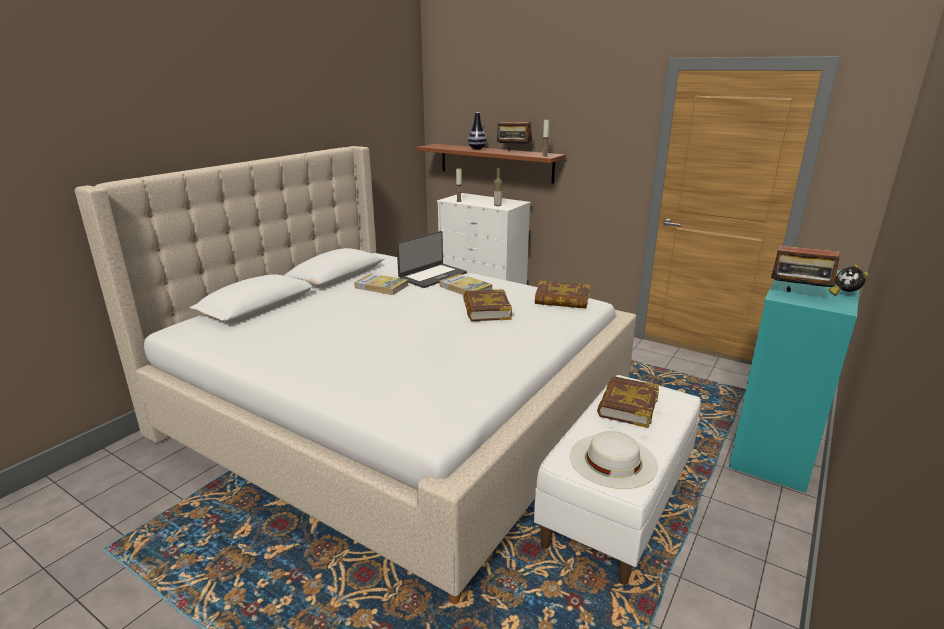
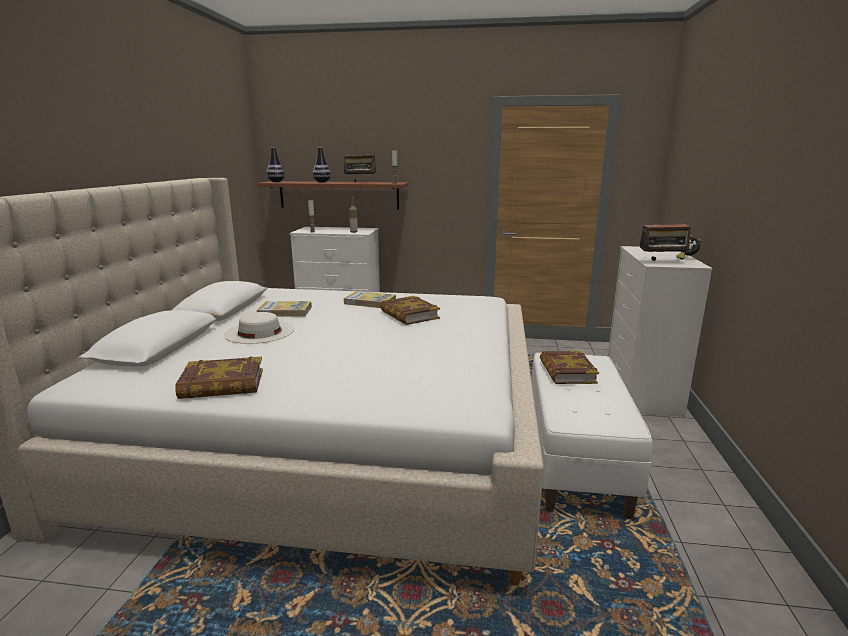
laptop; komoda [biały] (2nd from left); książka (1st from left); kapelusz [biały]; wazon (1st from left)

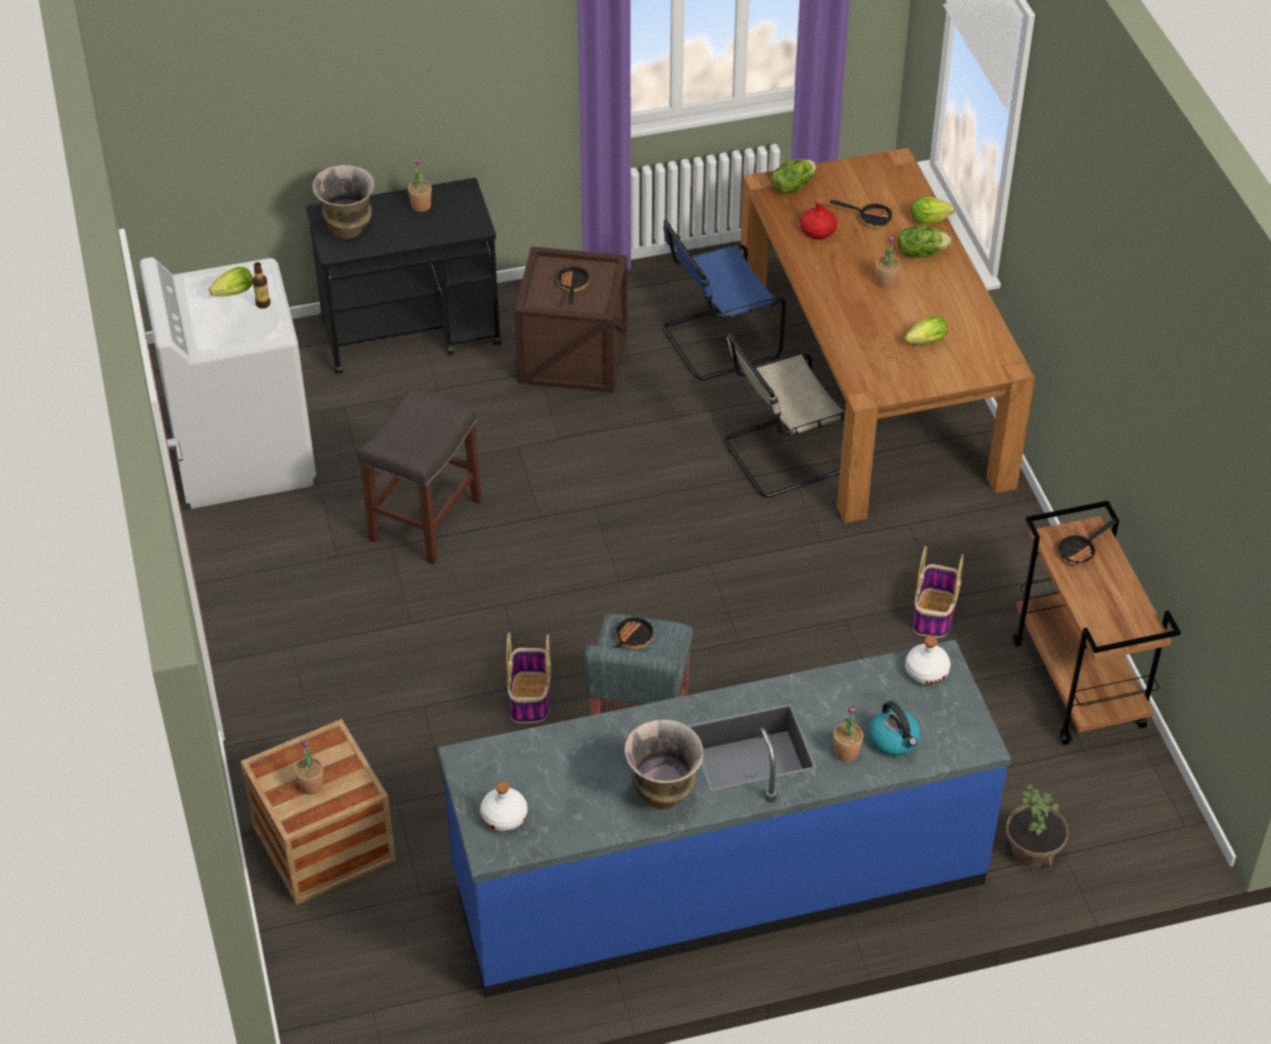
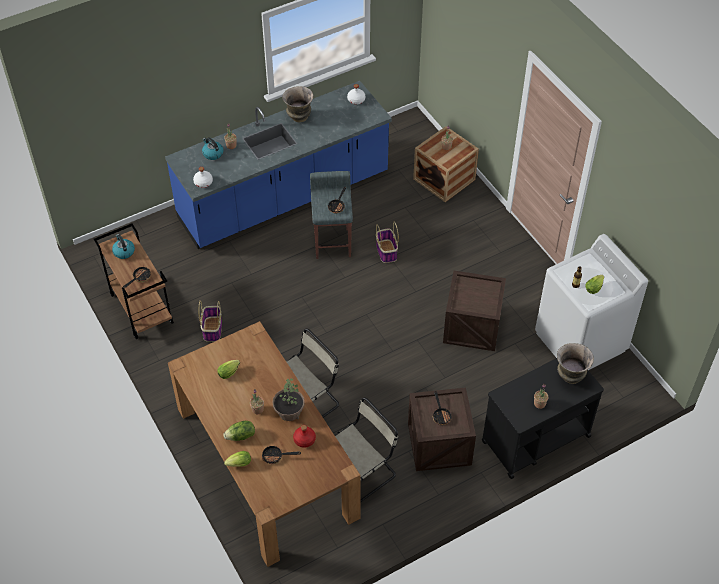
sałata (2nd from left in the first image); krzesło [beżowy] (2nd from left); skrzynka (3rd from left); roślina doniczkowa (3rd from left); czajnik (1st from left)

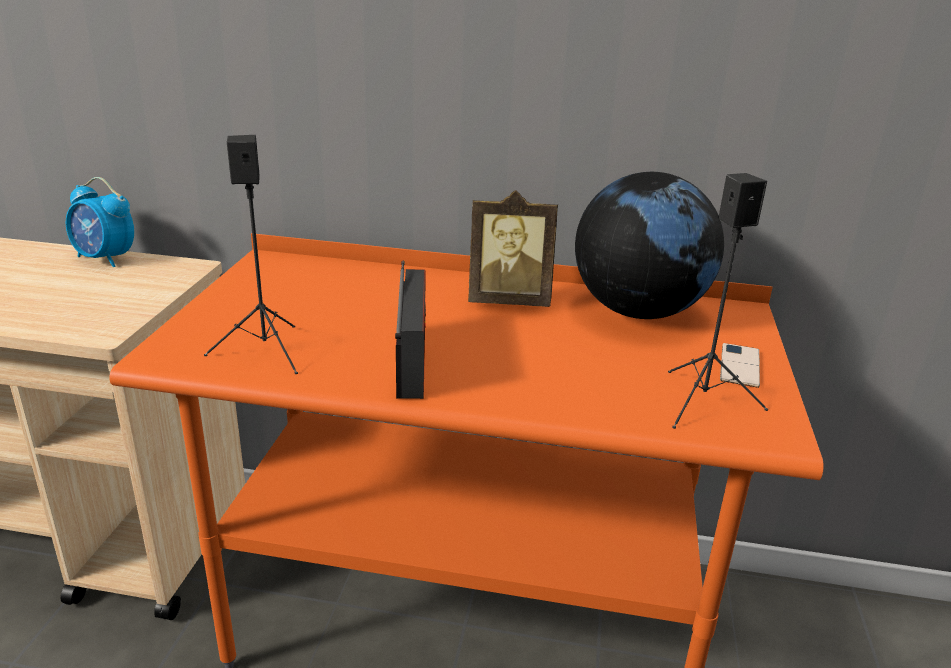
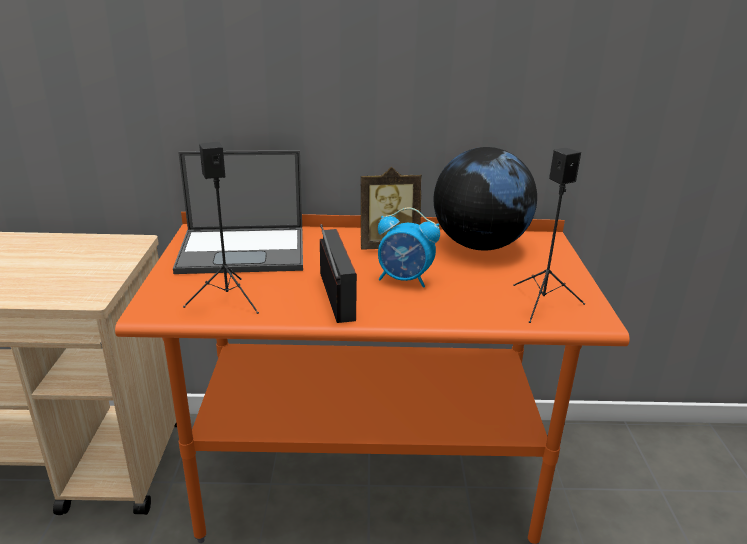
budzik; telefon; laptop

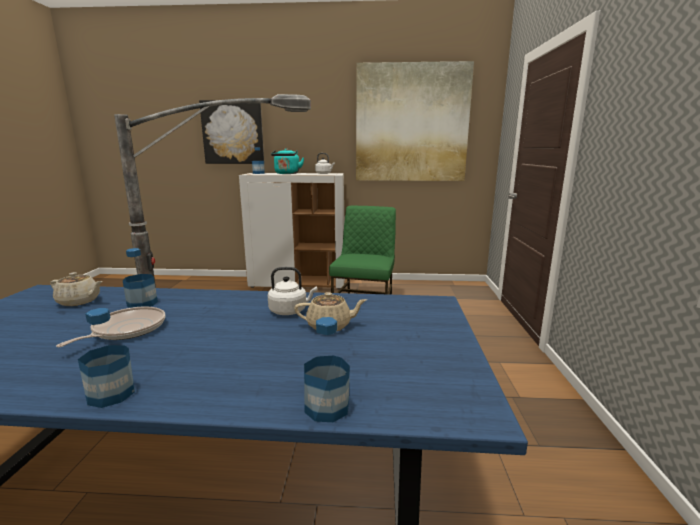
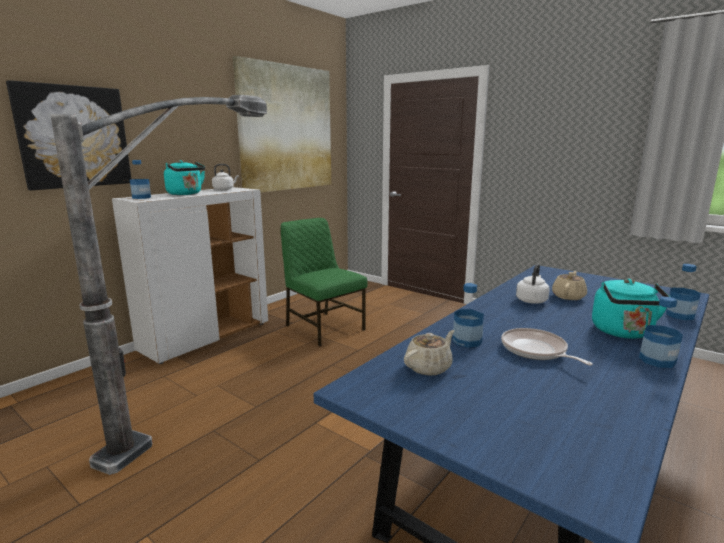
czajnik [turkusowy] (2nd from left)

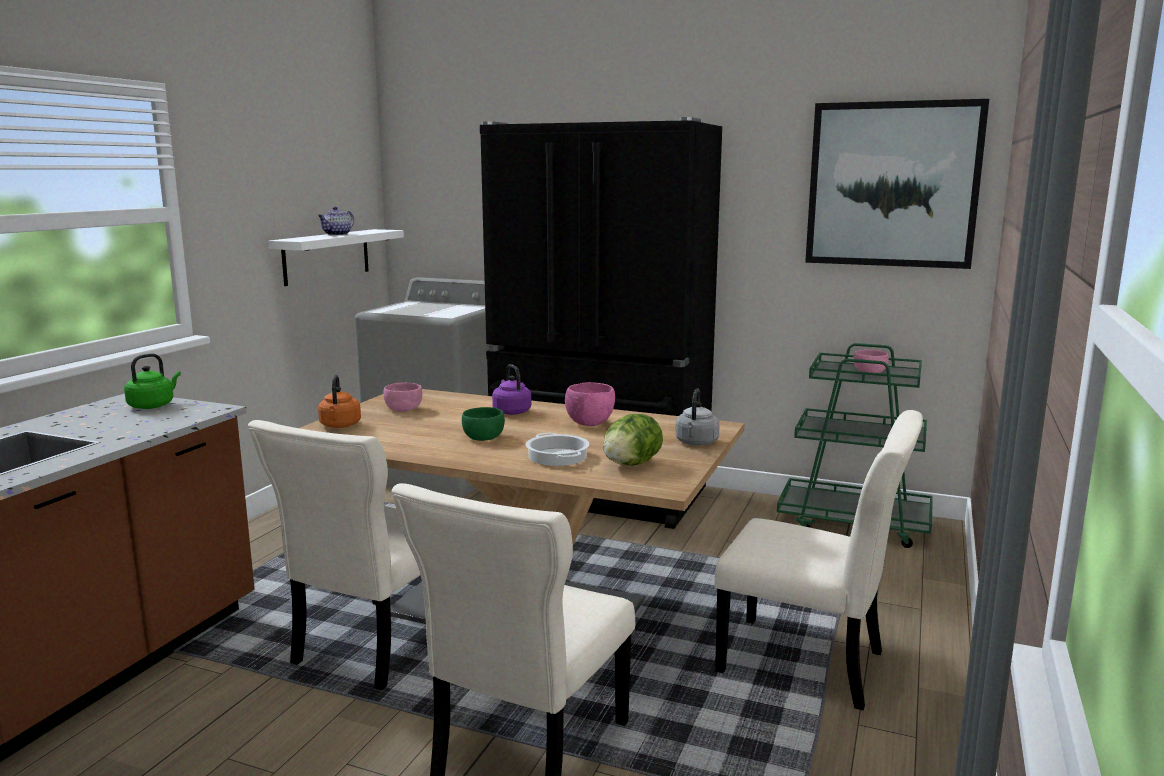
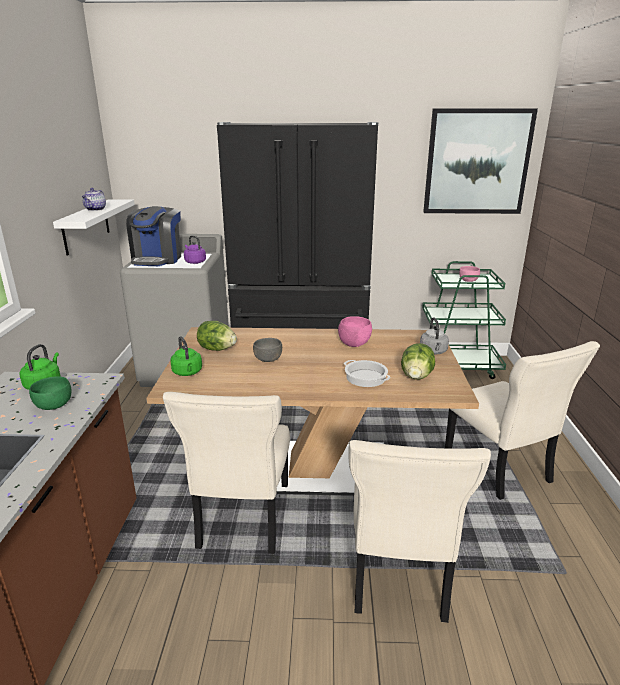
czajnik [fioletowy]; czajnik [zielony] (2nd from left); sałata (1st from left); miska [zielony]; krzesło [beżowy] (3rd from left); ekspres do kawy; miska [szary]

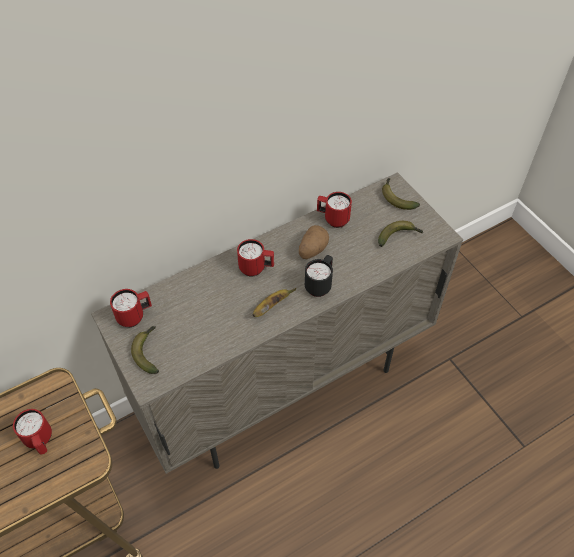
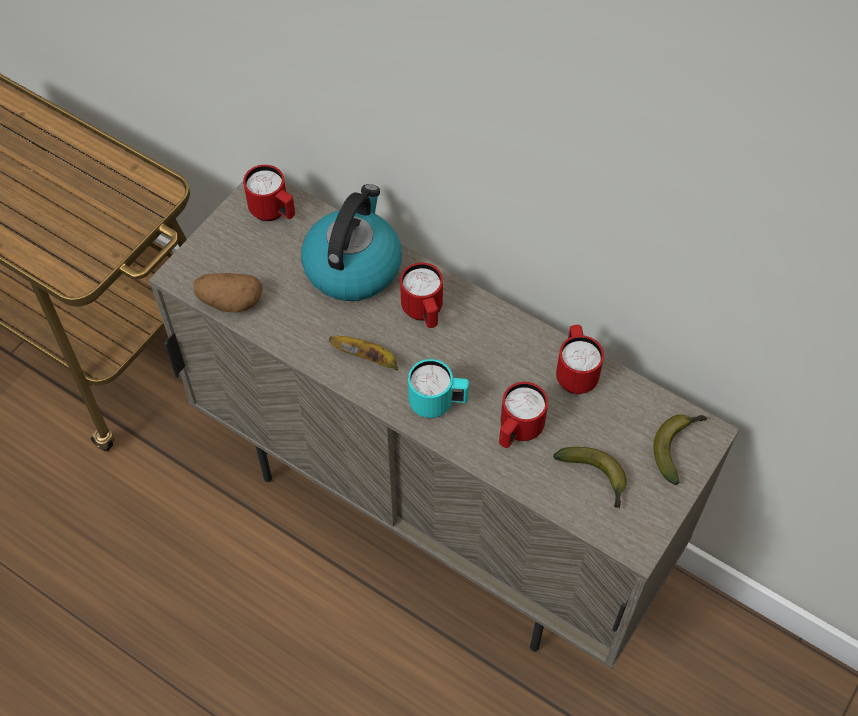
ziemniak; kubek [turkusowy]; banan (1st from left in the first image); kubek [czerwony] (3rd from left); czajnik

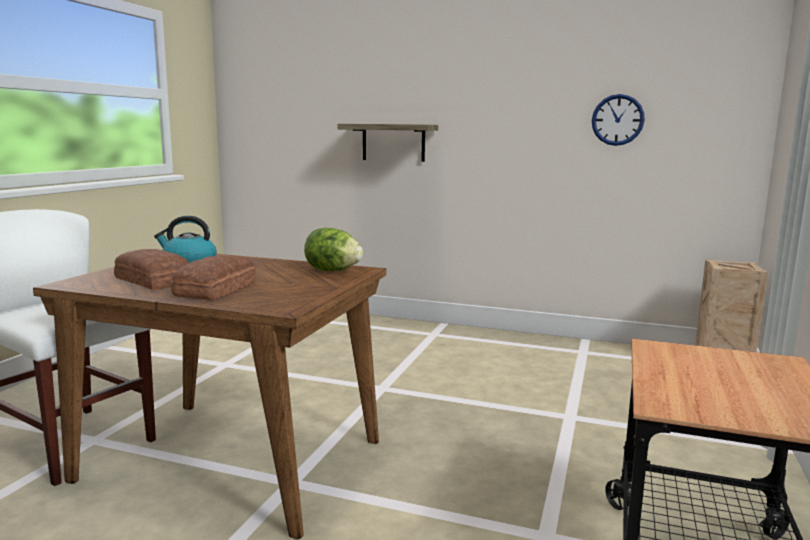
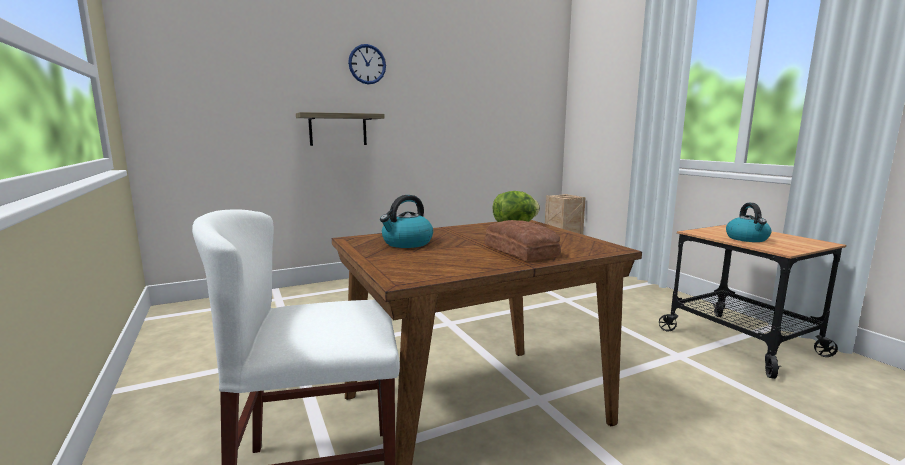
zegar ścienny; chleb (1st from left in the first image); czajnik (2nd from left)

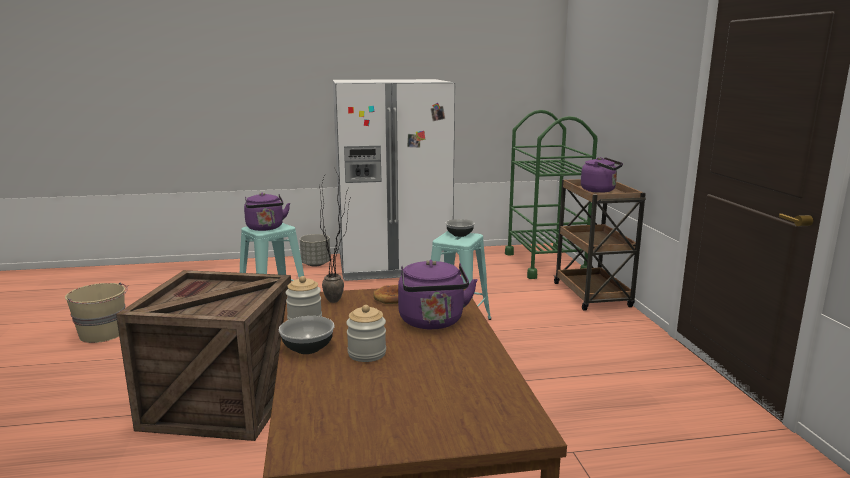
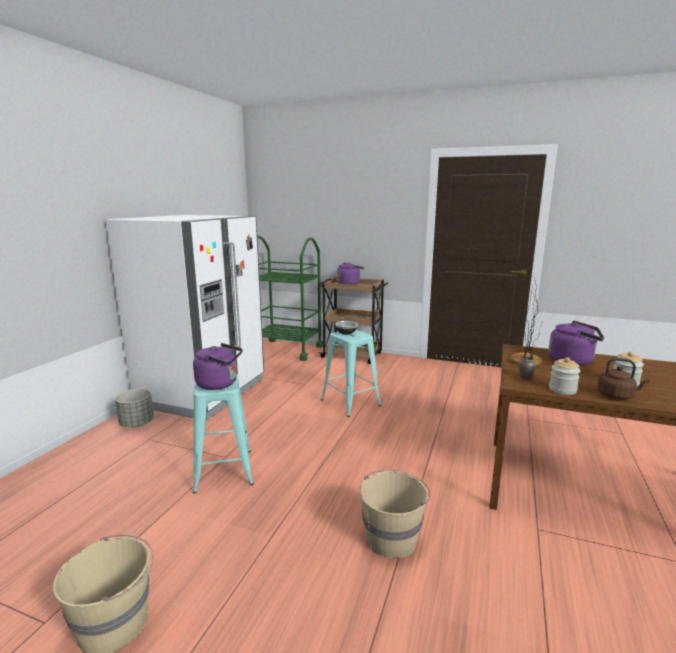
wiadro [beżowy] (2nd from left); czajnik [brązowy]

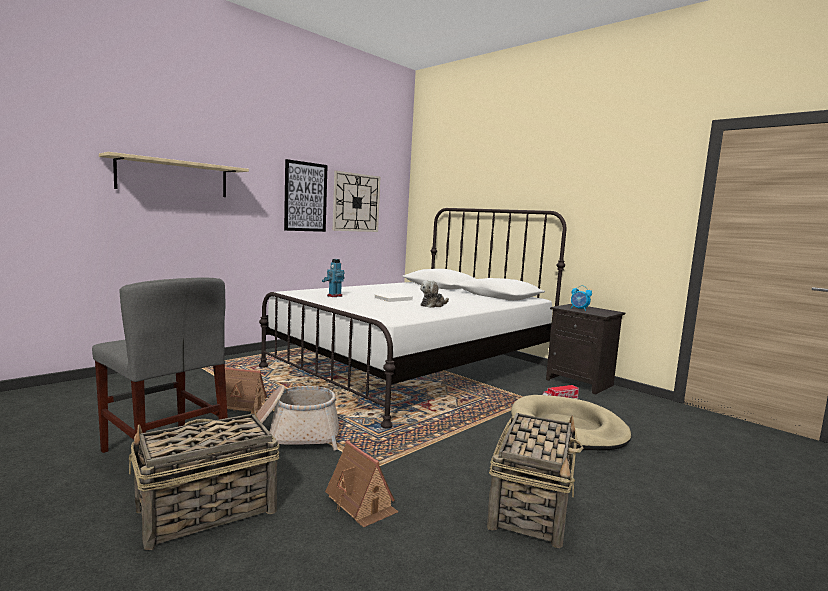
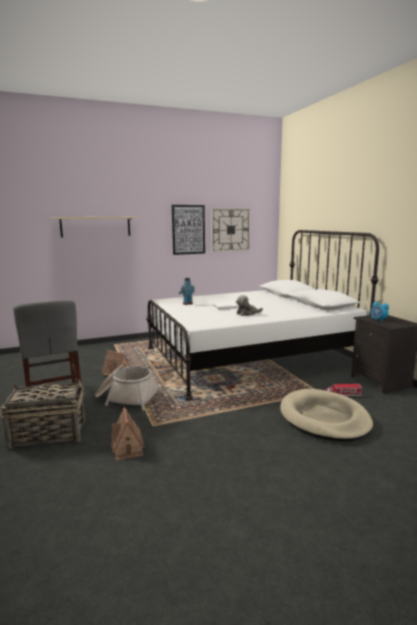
koszyk (3rd from left in the first image)

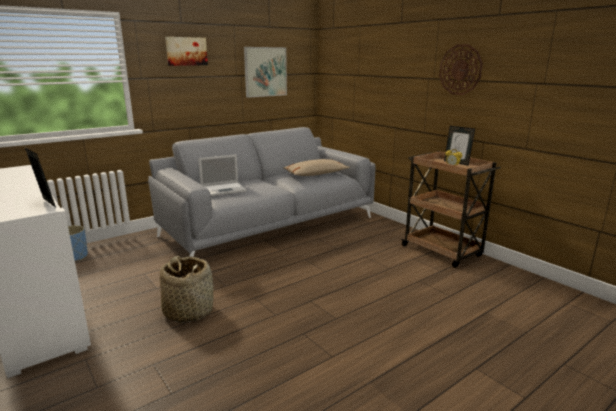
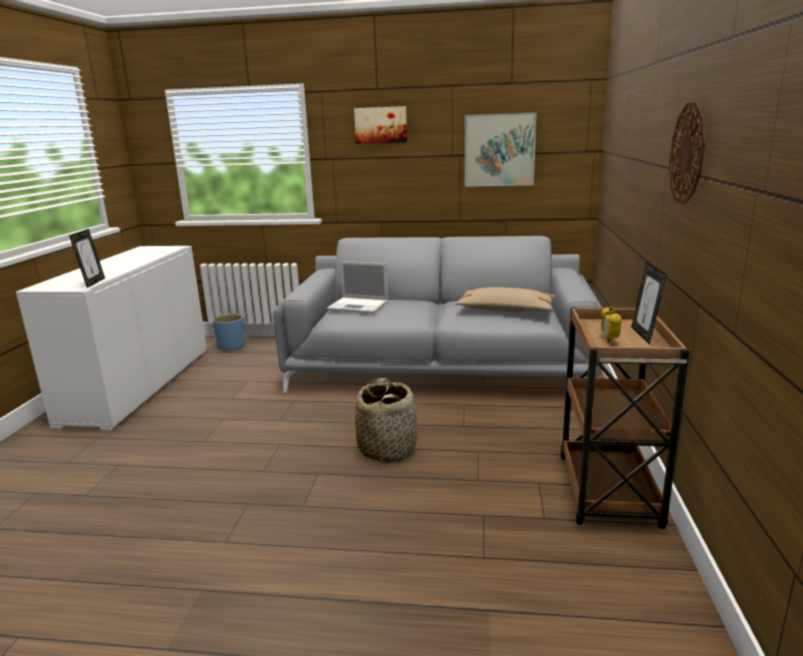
koszyk

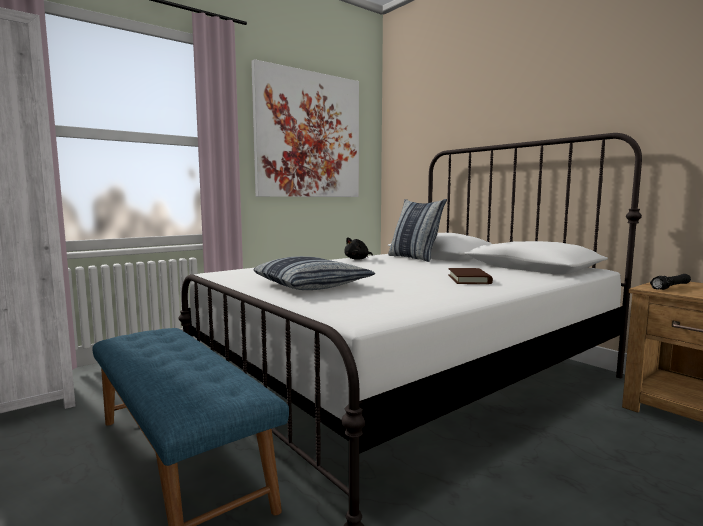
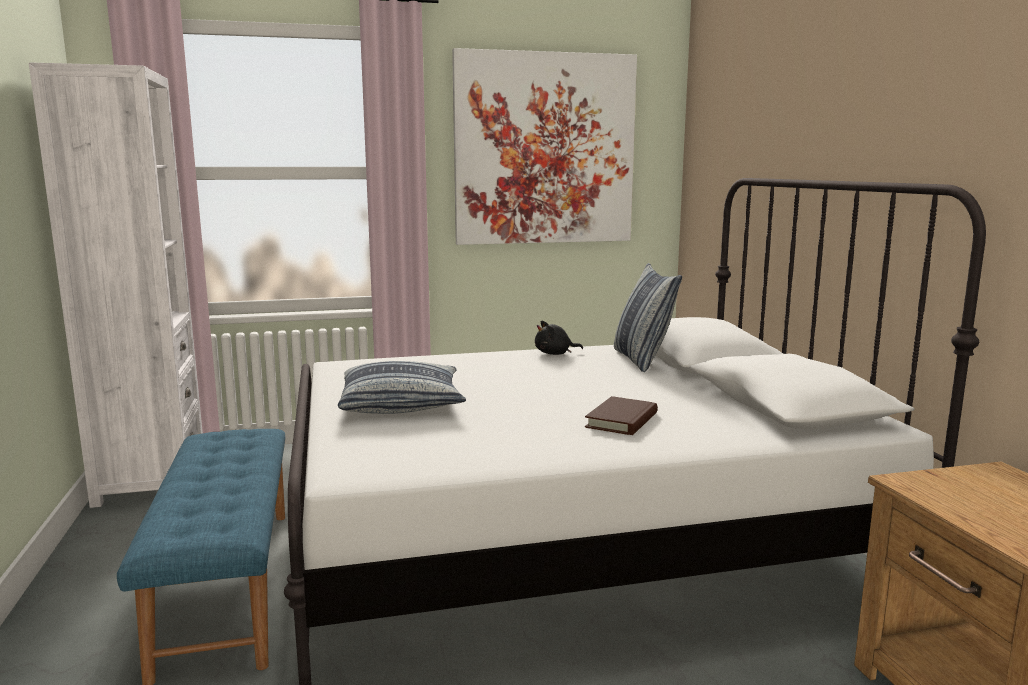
latarka [czarny]

